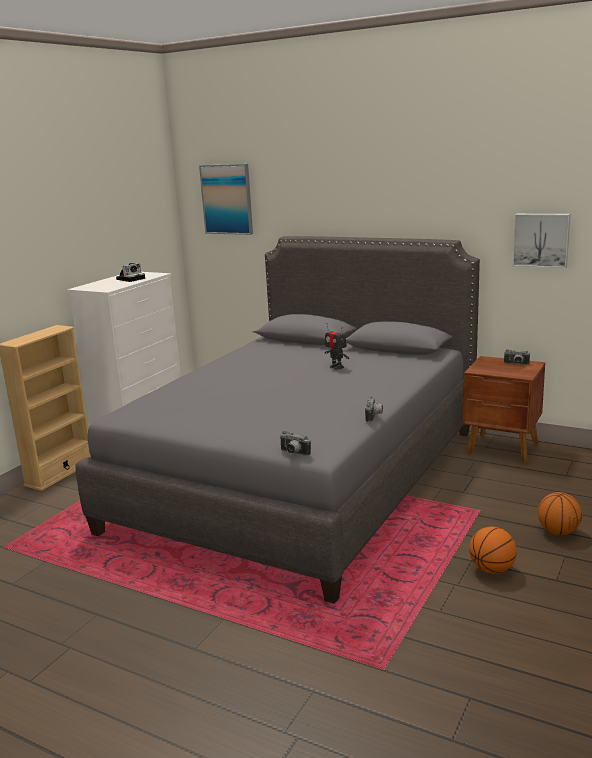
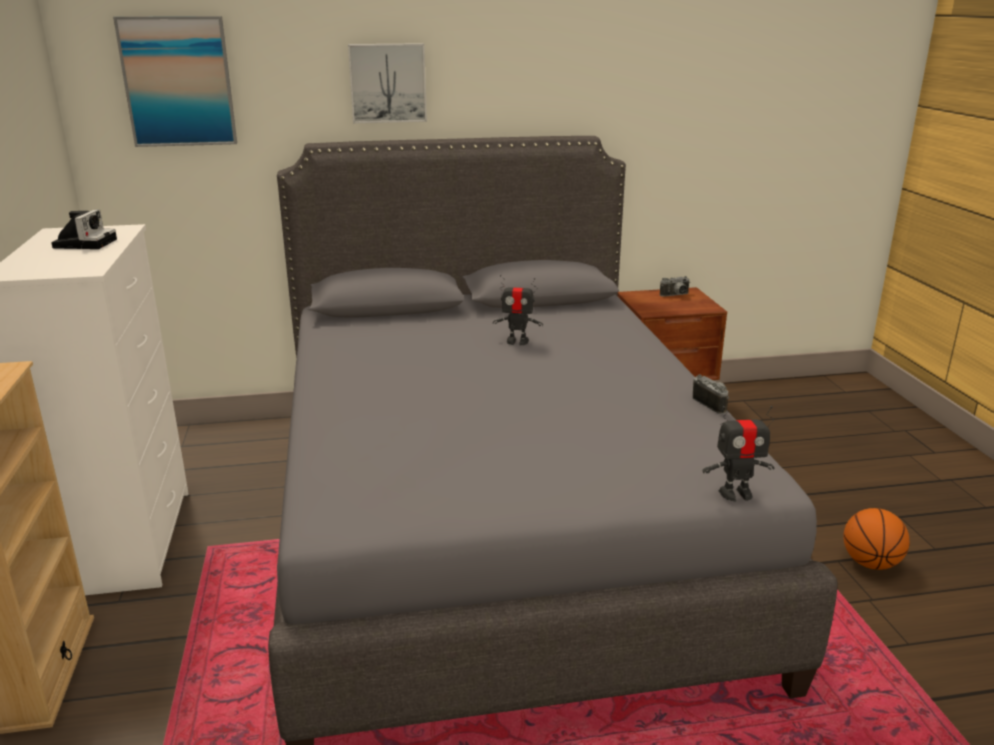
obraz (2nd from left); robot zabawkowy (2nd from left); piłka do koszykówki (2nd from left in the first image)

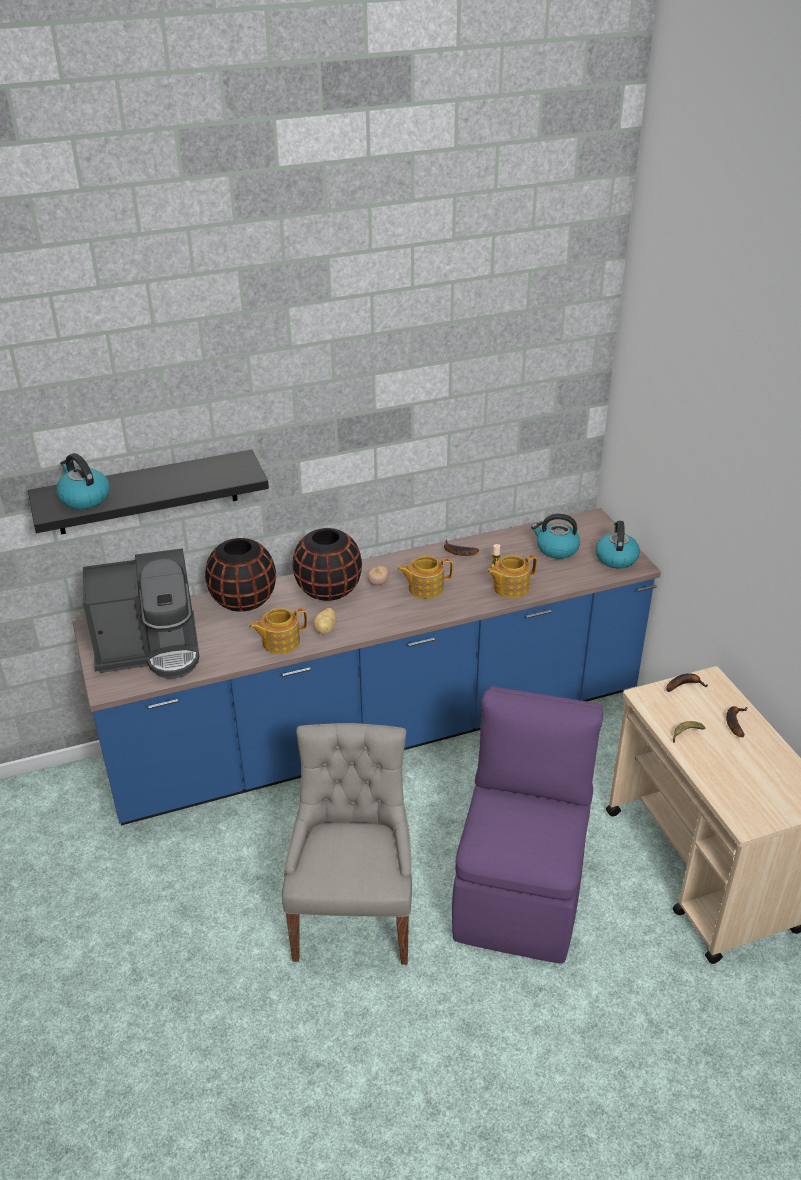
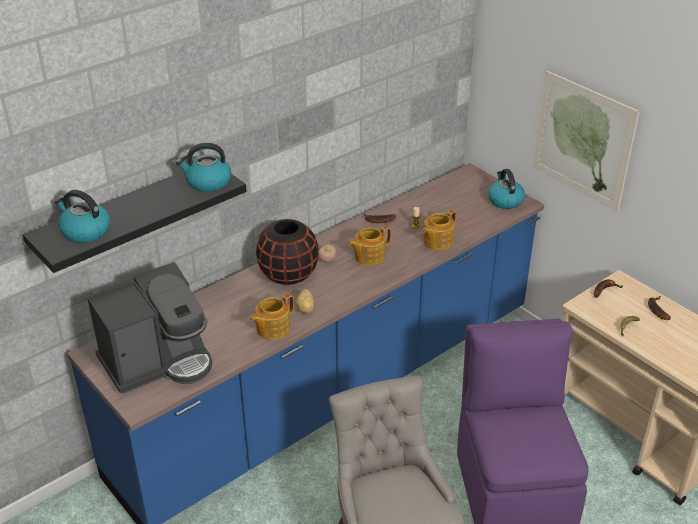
czajnik (2nd from left); wazon [czarny] (1st from left in the first image); obraz

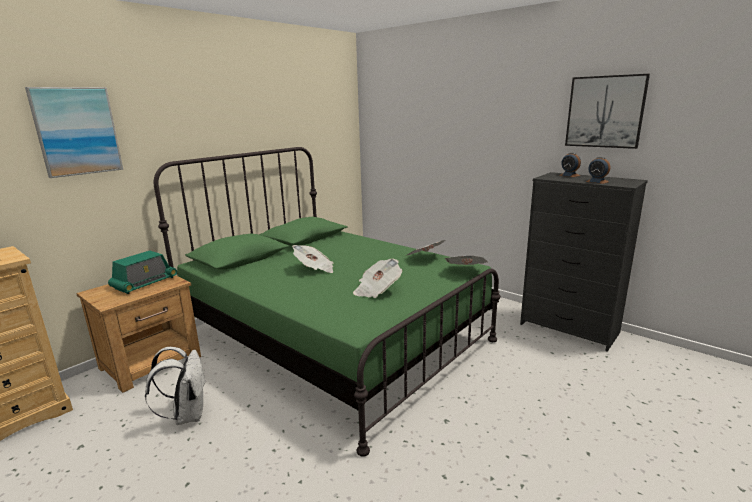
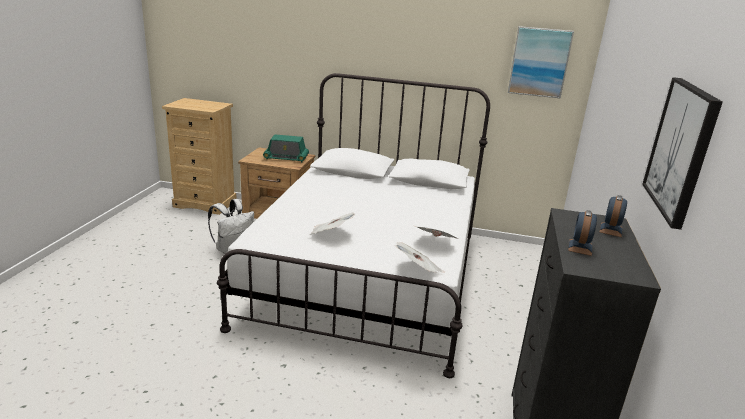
obraz (1st from left); łóżko [biały]; gazeta (1st from left in the first image)

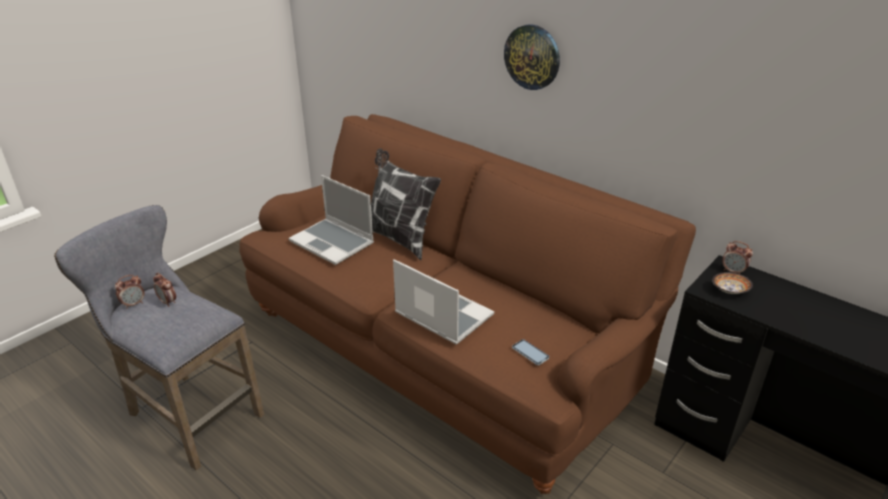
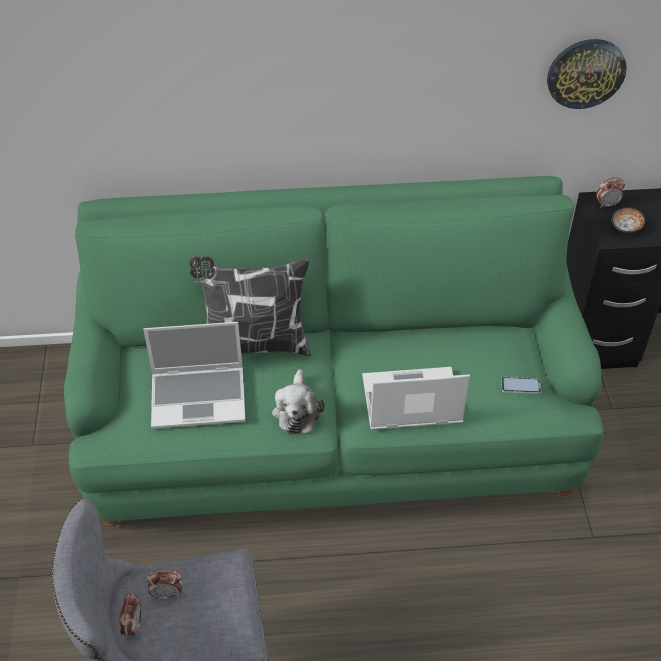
zegar ścienny; kanapa [zielony]; pluszak

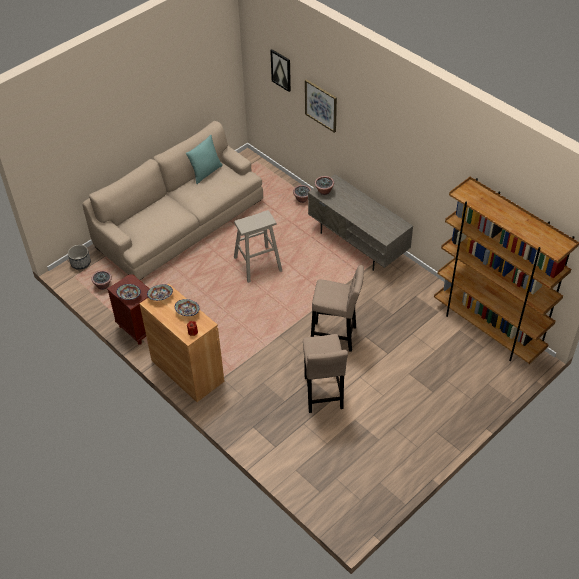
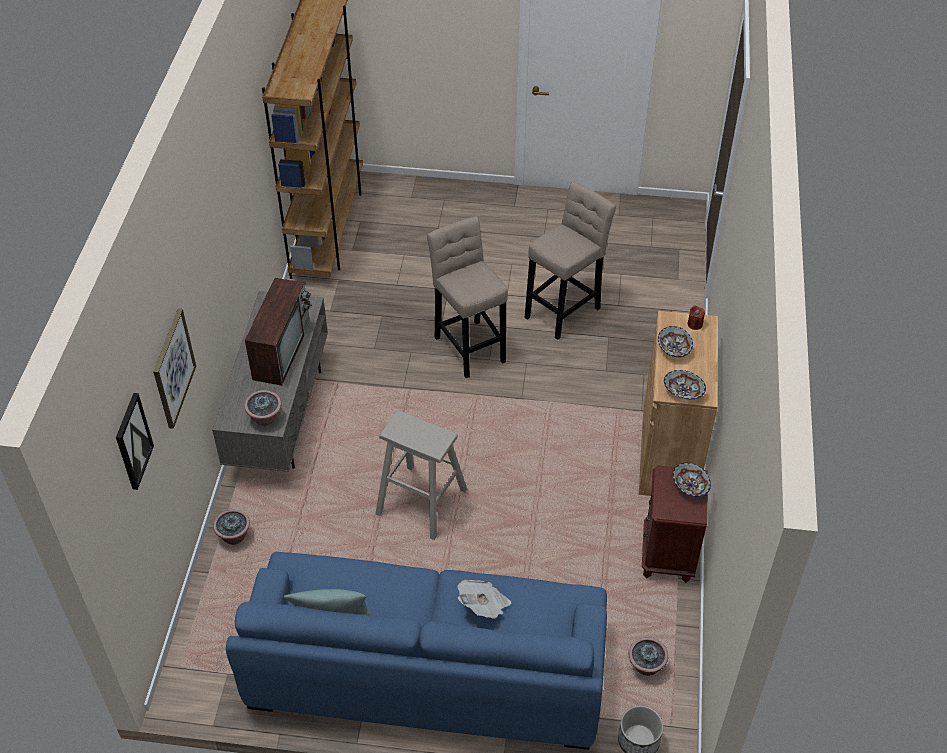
kanapa [niebieski]; telewizor; gazeta

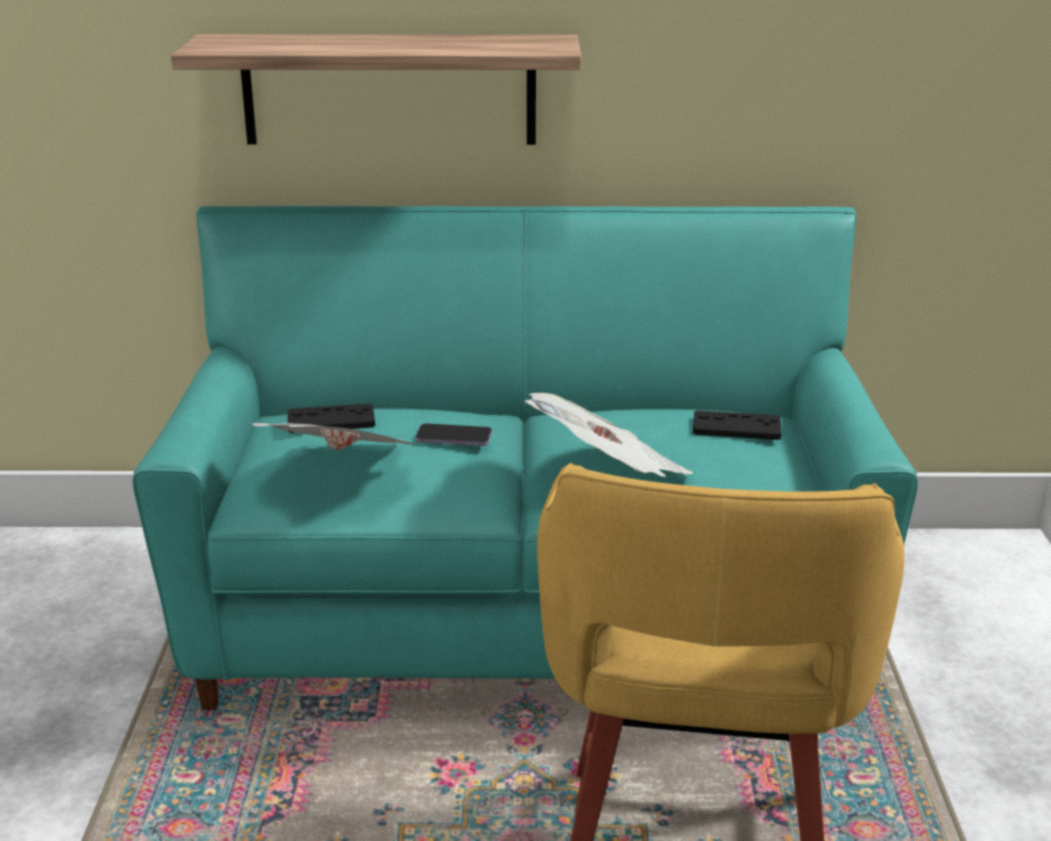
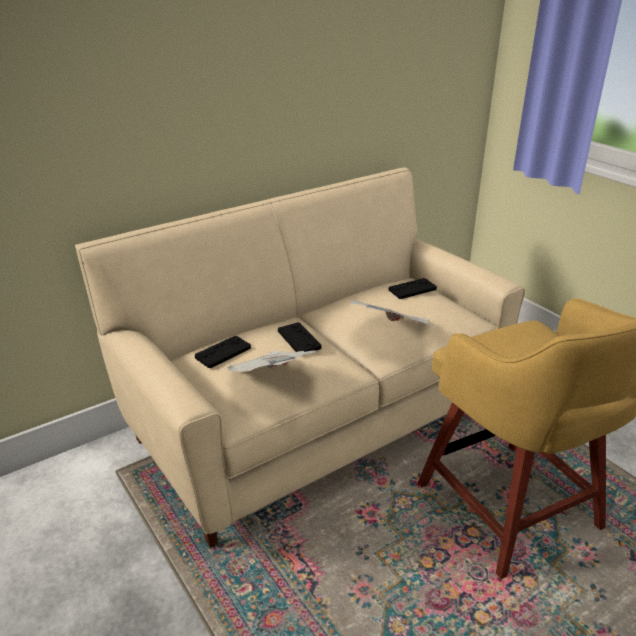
półka; kanapa [beżowy]; pad do gier [czarny] (2nd from left)

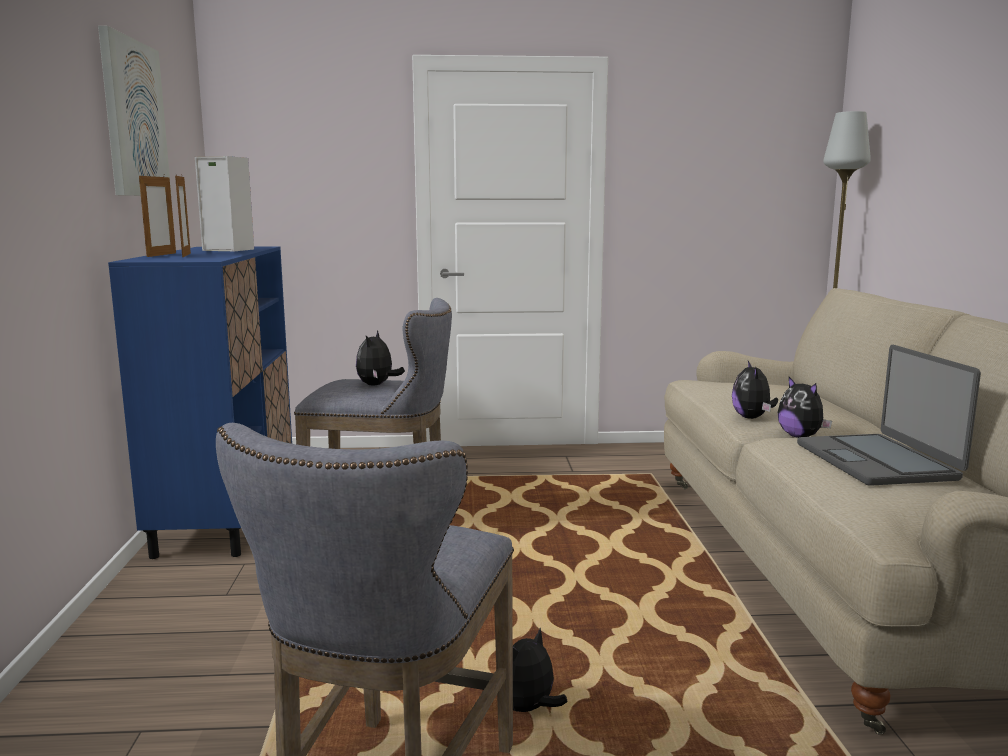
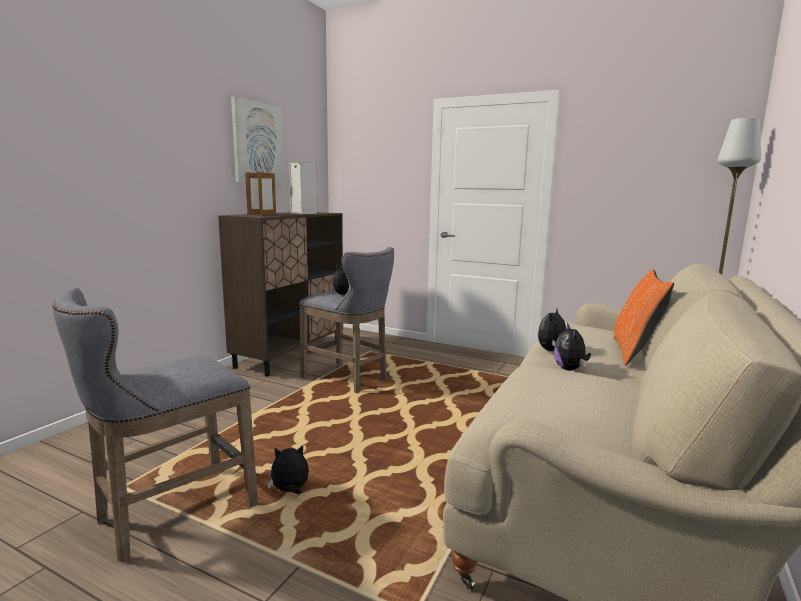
szafka [brązowy]; laptop; poduszka [pomarańczowy]

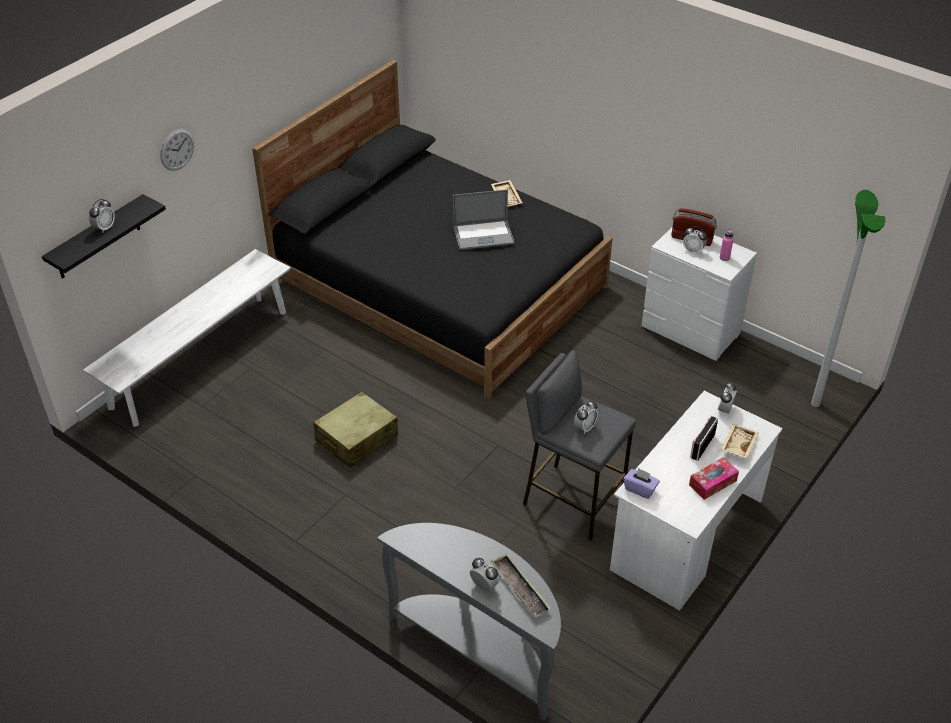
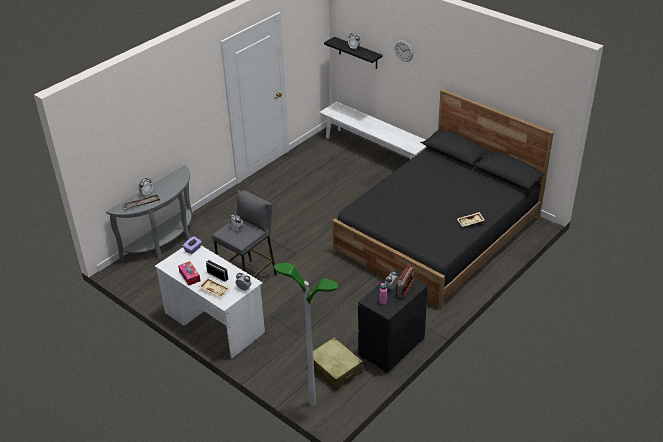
laptop; komoda [czarny]; walizka [beżowy]

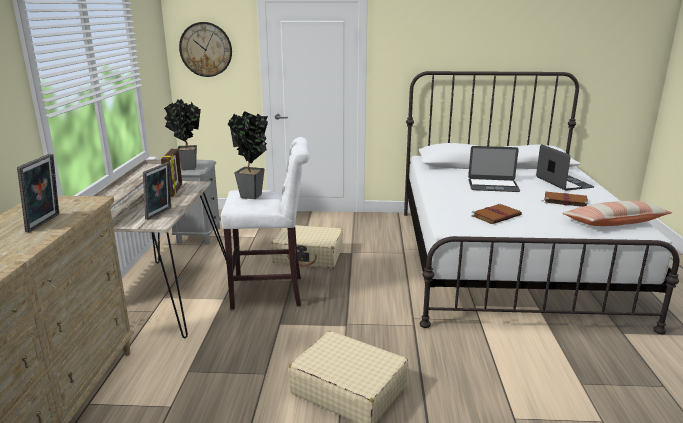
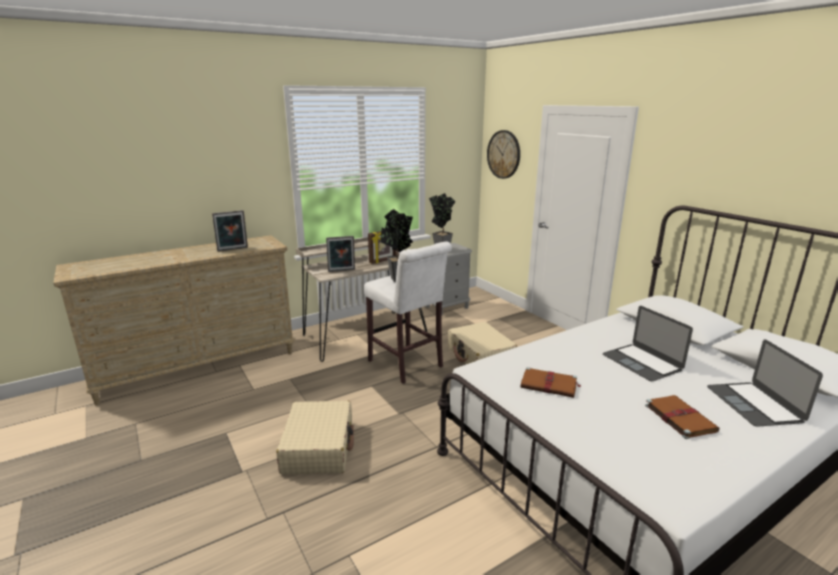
laptop (2nd from left); poduszka

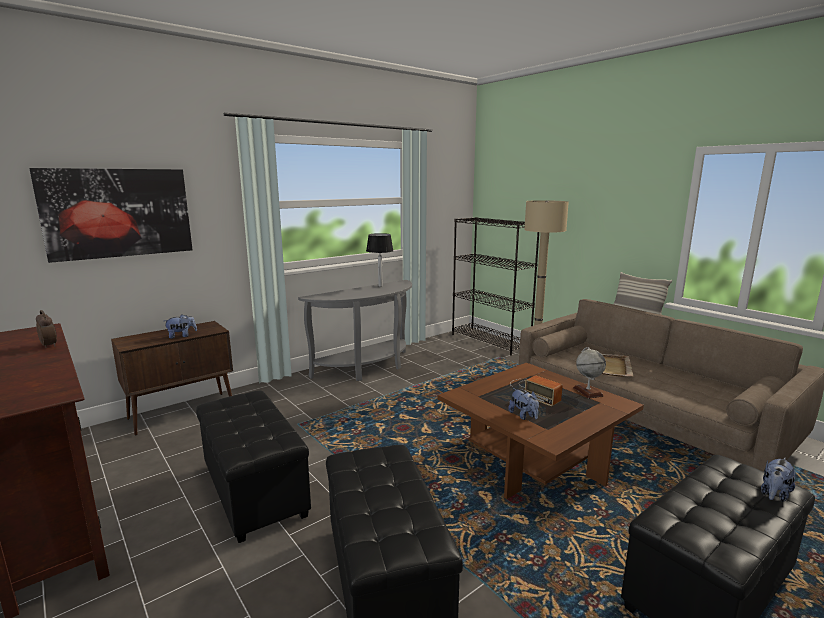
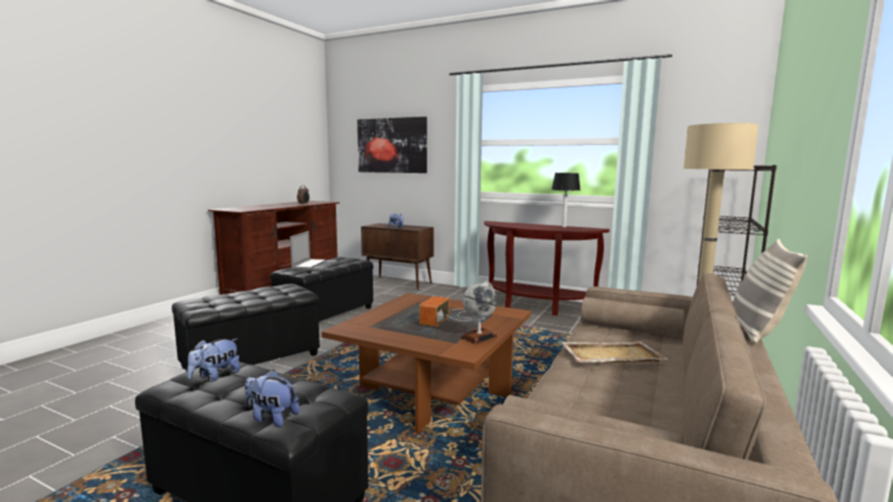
stolik konsolowy [brązowy]; pluszak (1st from left); laptop

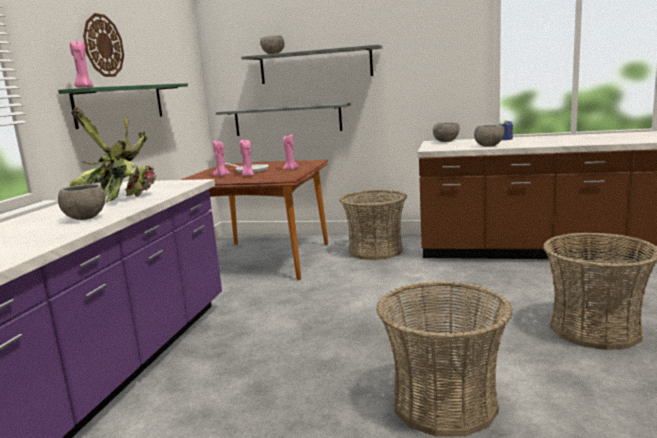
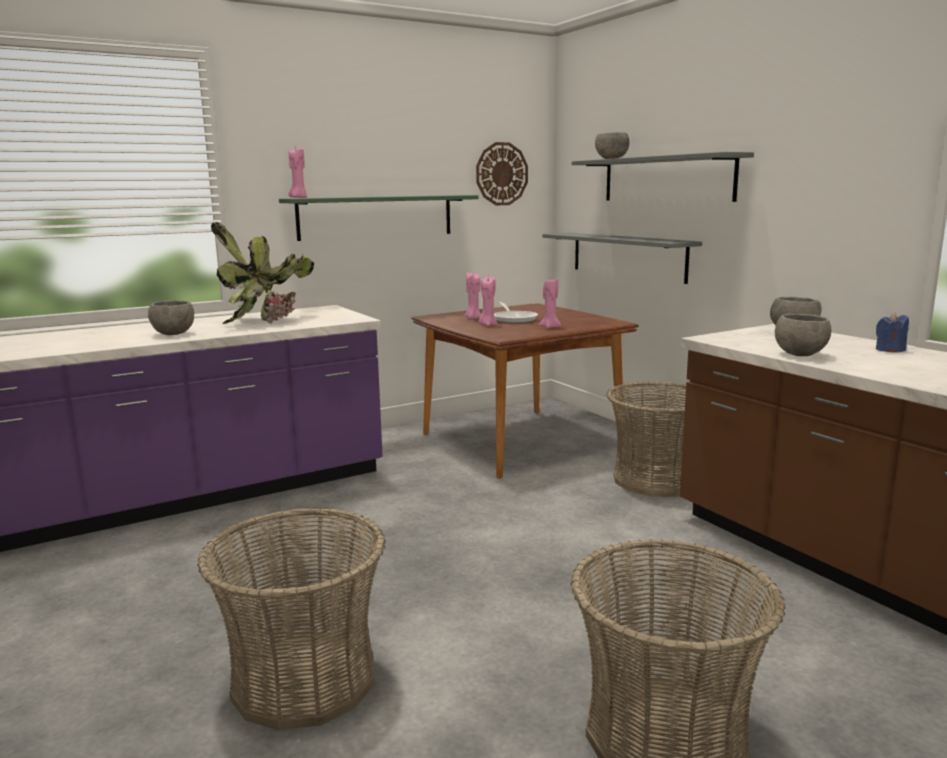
zegar ścienny

